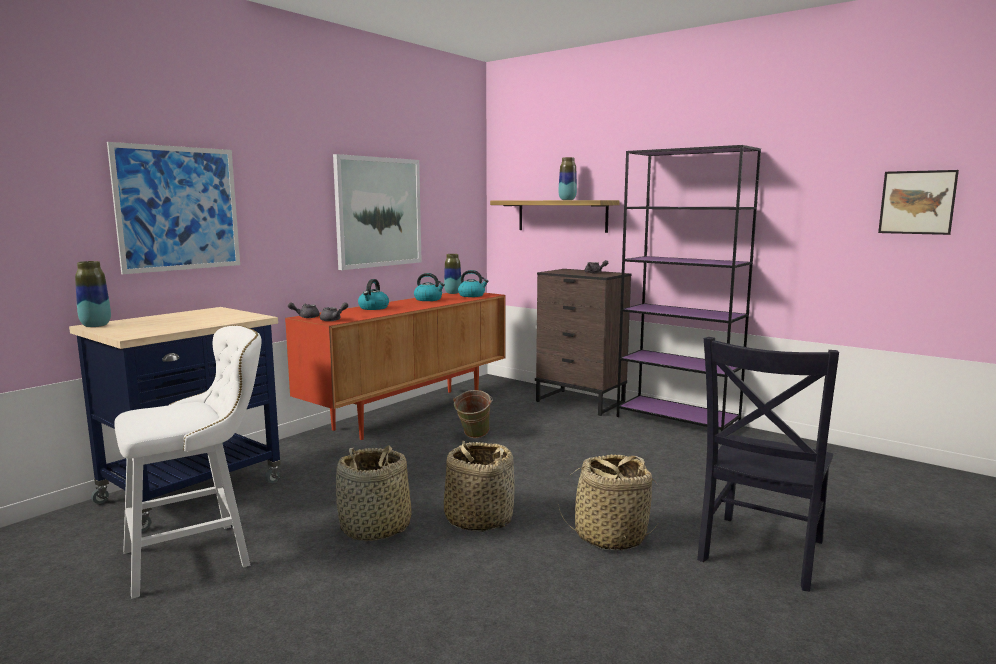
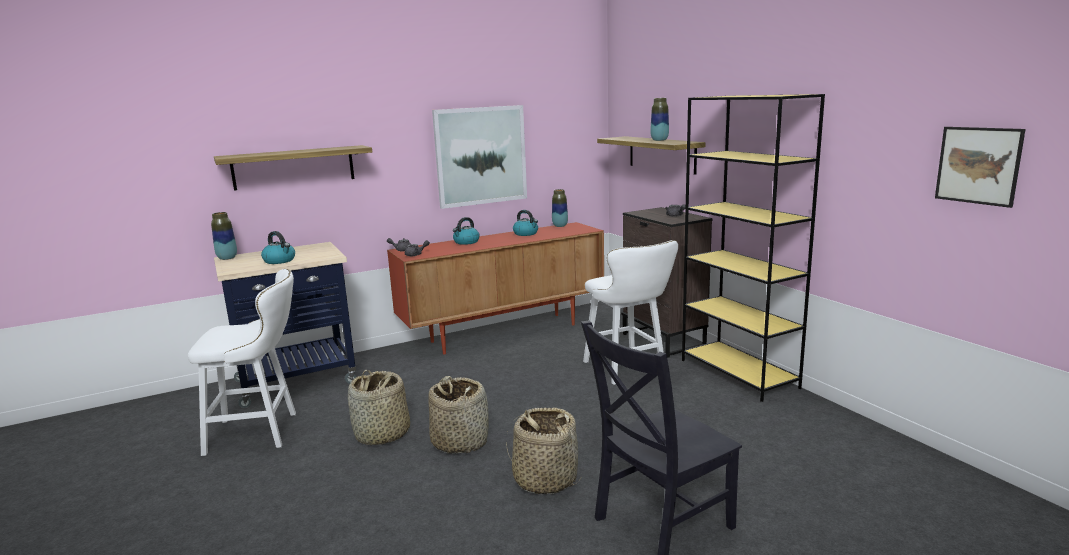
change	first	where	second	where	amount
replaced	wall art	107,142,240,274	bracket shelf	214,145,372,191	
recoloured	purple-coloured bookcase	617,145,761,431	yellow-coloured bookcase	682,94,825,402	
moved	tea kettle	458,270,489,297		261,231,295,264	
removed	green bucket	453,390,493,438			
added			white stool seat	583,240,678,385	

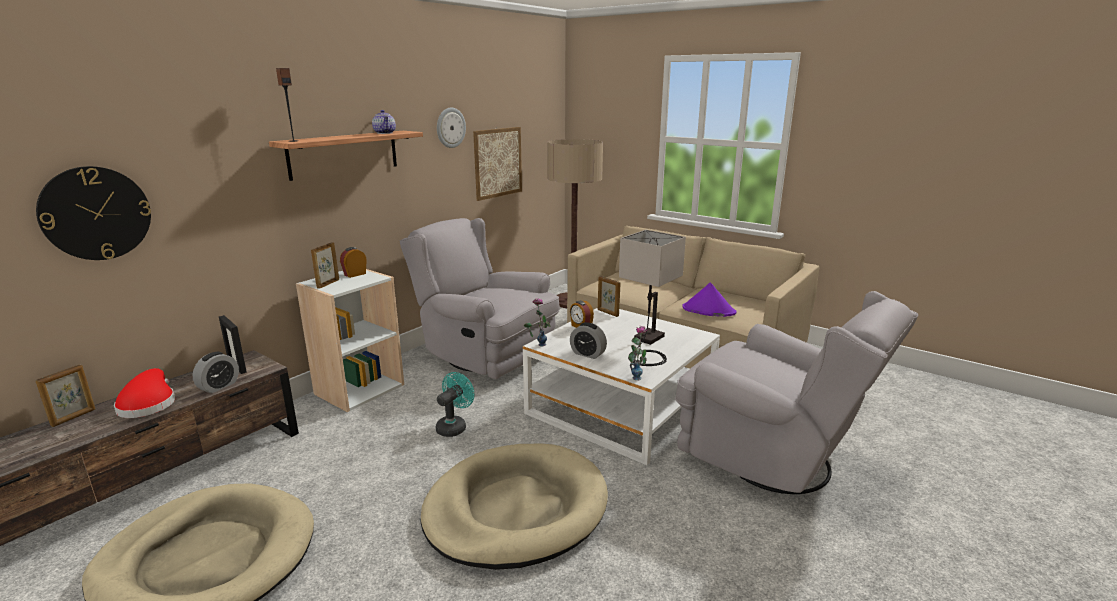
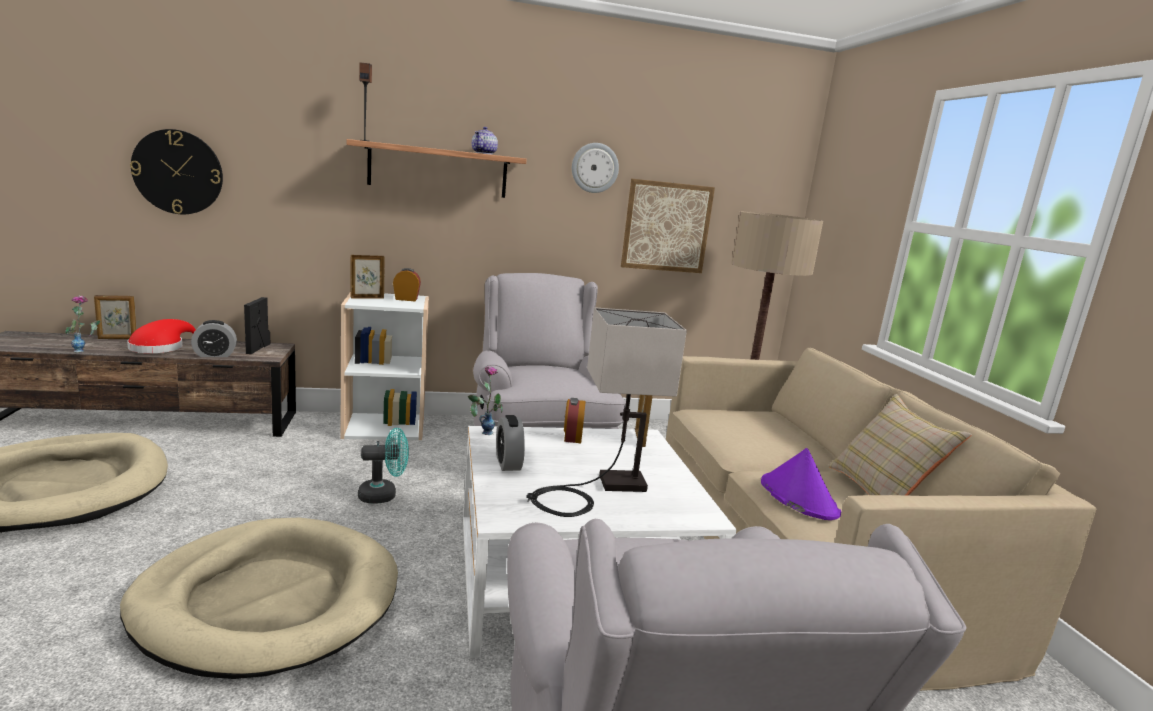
change	first	where	second	where	amount
moved	decorative vase	629,326,647,380		65,296,101,353	
added			beige-coloured pillow	828,394,972,496	

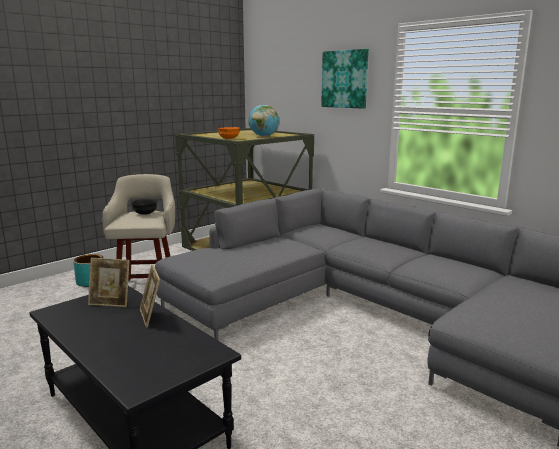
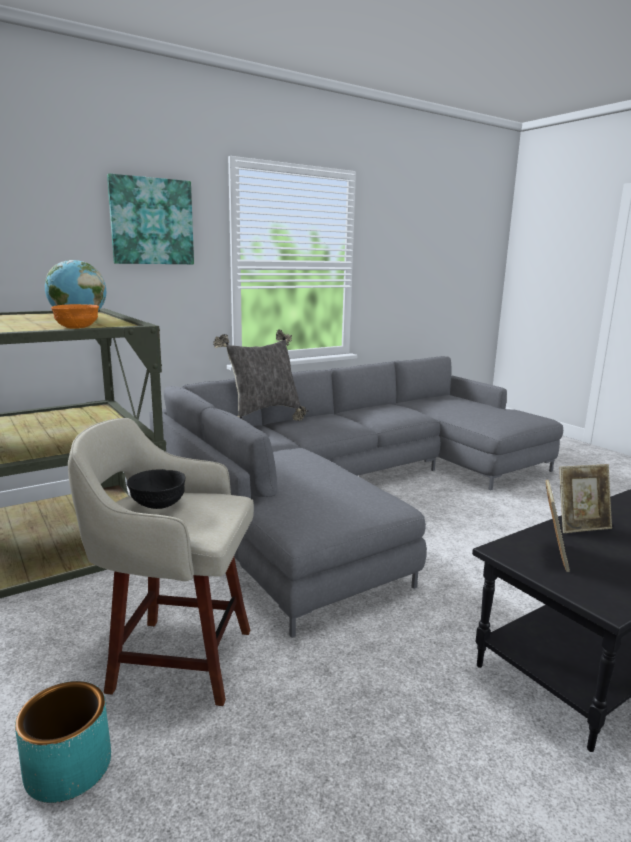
change	first	where	second	where	amount
added			pillow	213,330,307,421	

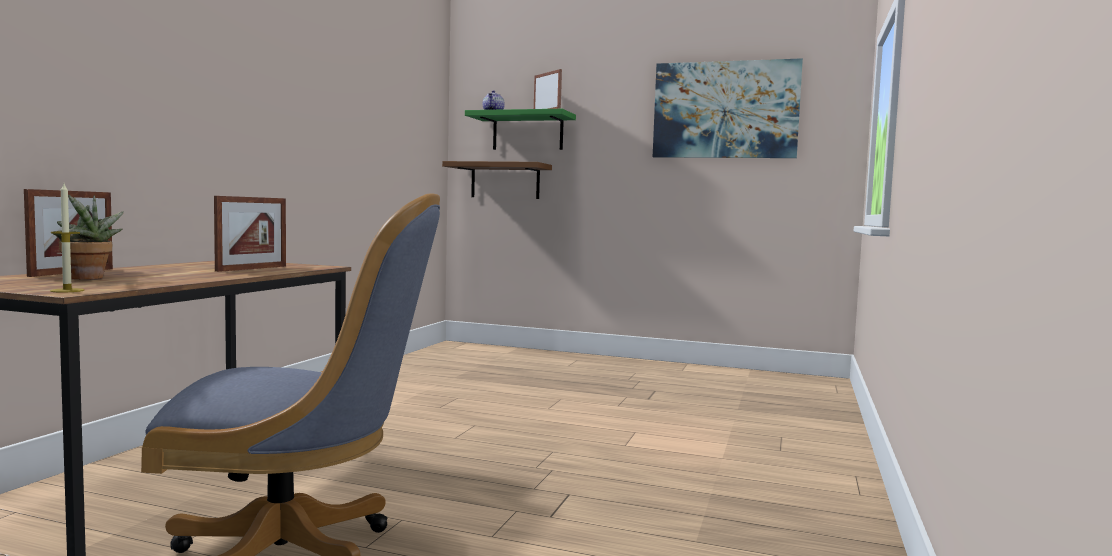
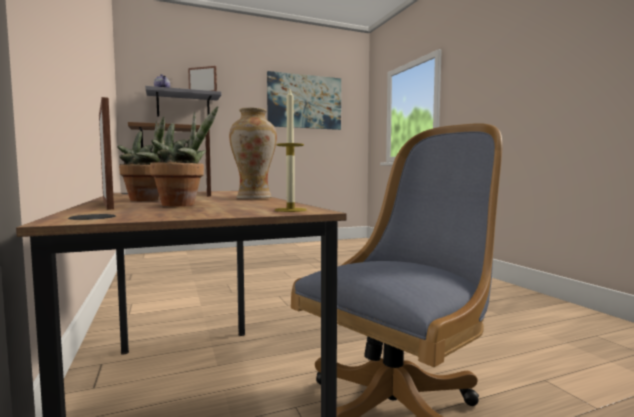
change	first	where	second	where	amount
recoloured	green bracket shelf	465,109,576,150	grey bracket shelf	145,86,221,116	
added			decorative vase	229,108,277,199	
added			potted plant	117,116,165,201	

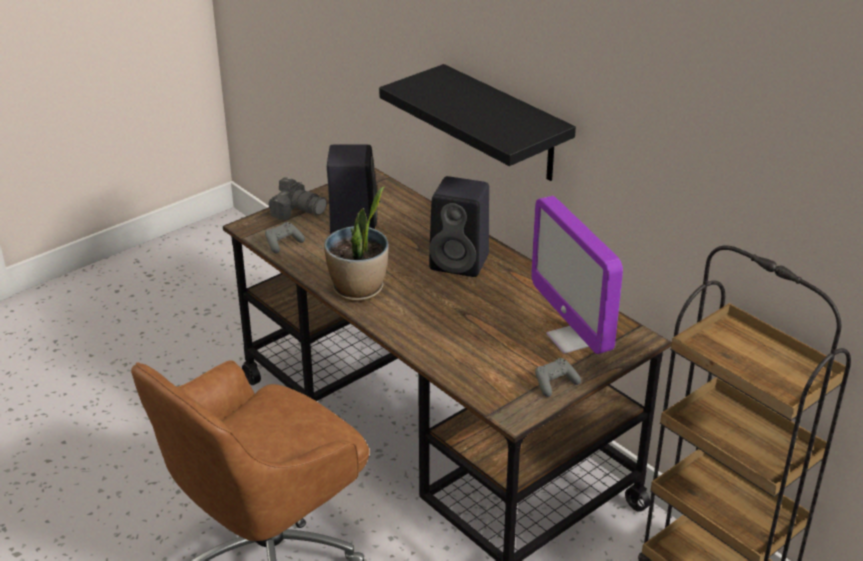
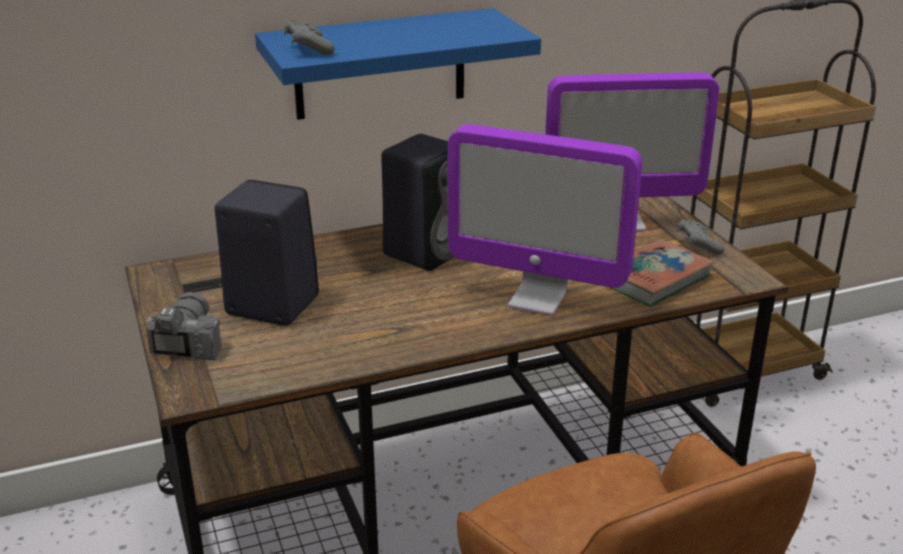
change	first	where	second	where	amount
recoloured	blackish bracket shelf	379,64,576,181	blue bracket shelf	255,8,541,120	
turned	photo camera	268,177,327,220		146,292,221,360	45 degrees counterclockwise
removed	potted plant	324,186,389,302			
moved	grey joypad	265,222,305,254		284,20,335,55	
added			monitor	448,124,642,316	
added			bound book	609,239,714,307	

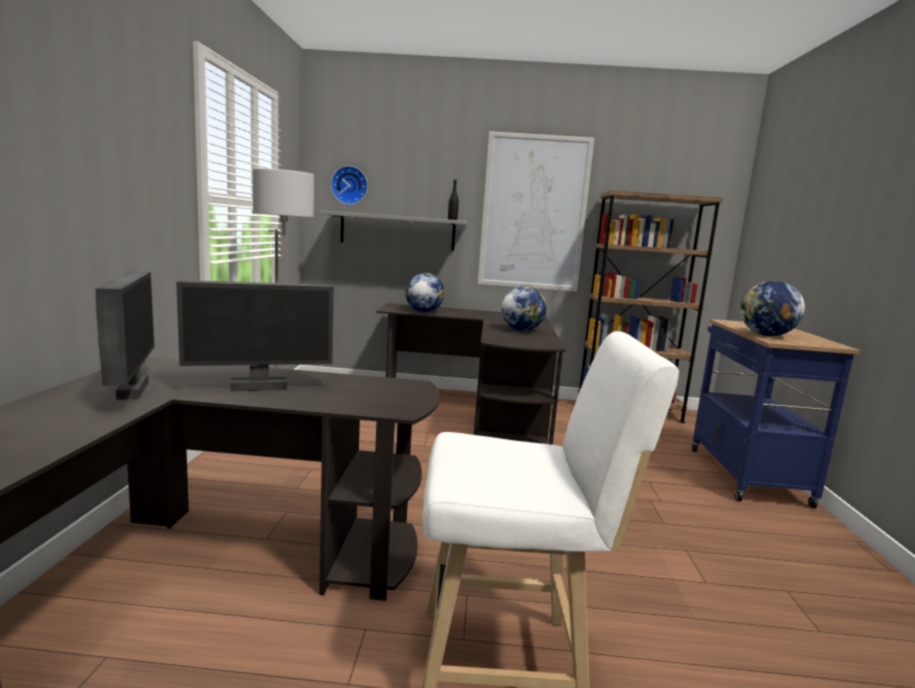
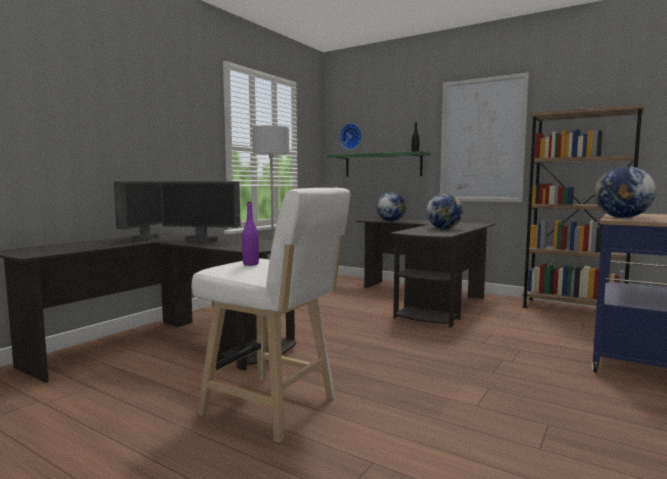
change	first	where	second	where	amount
recoloured	grey bracket shelf	320,211,467,250	green bracket shelf	327,151,431,177	
added			purple-coloured drink bottle	242,202,259,266	

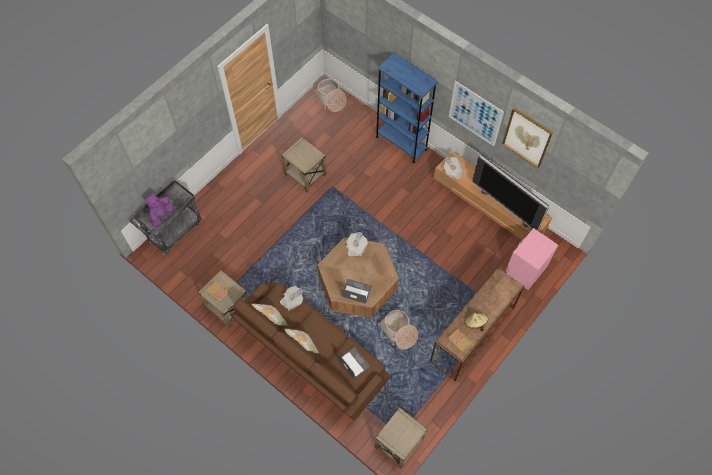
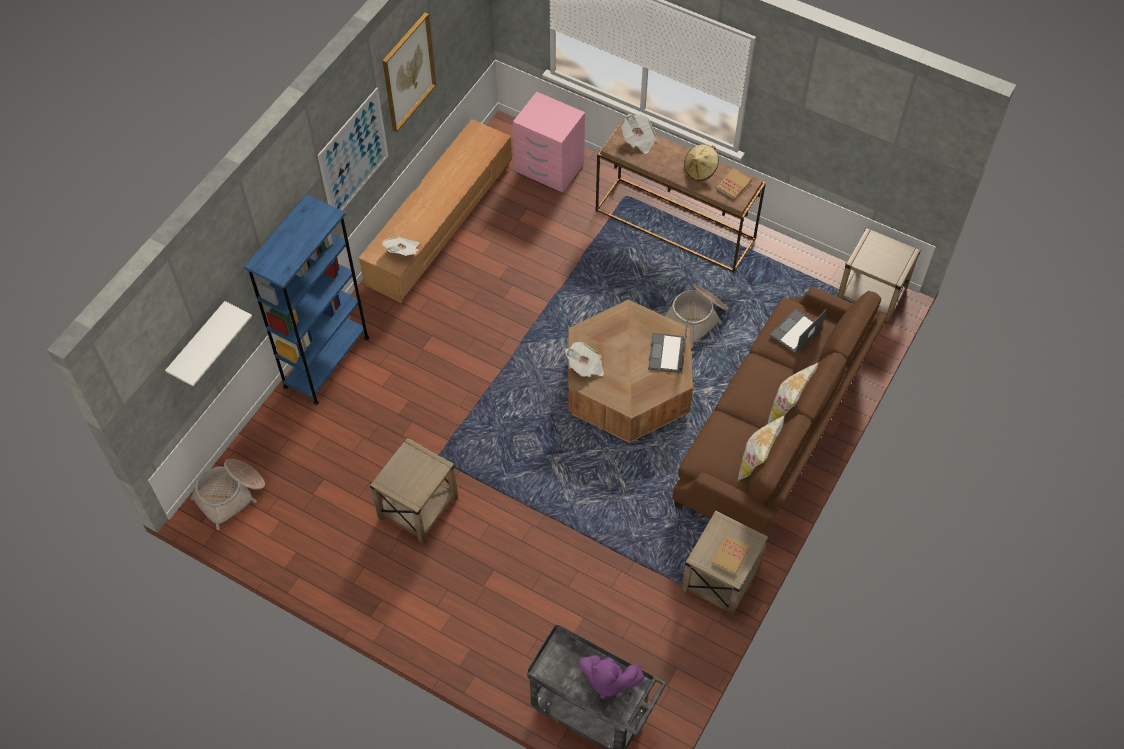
change	first	where	second	where	amount
removed	TV set	472,154,549,230			
moved	daily paper	280,286,303,310		621,114,657,154	
added			white bracket shelf	165,301,252,386	

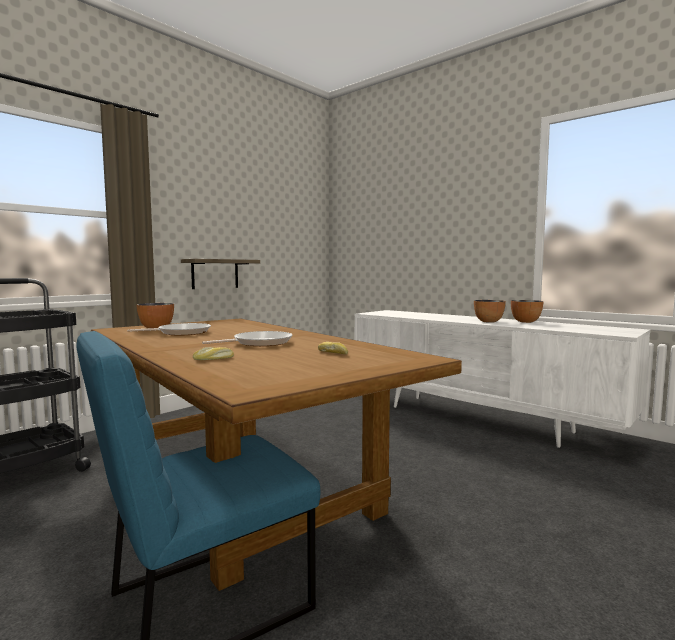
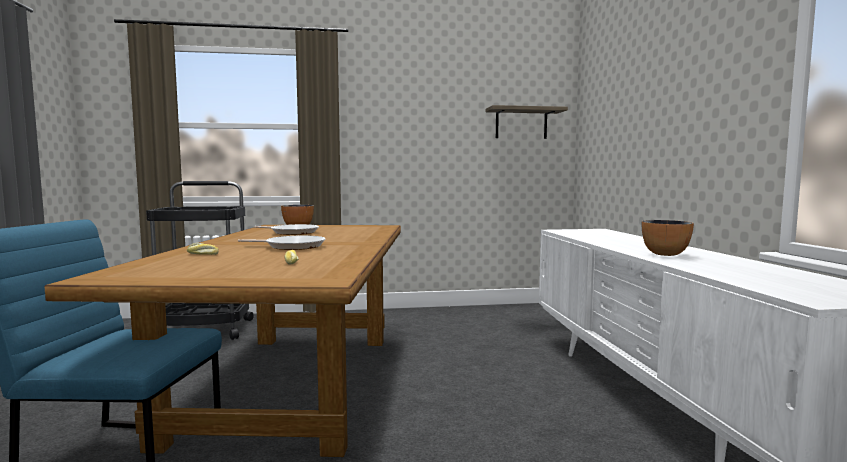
change	first	where	second	where	amount
moved	bracket shelf	181,259,260,289		486,105,568,139	
removed	serving bowl	511,300,544,323			

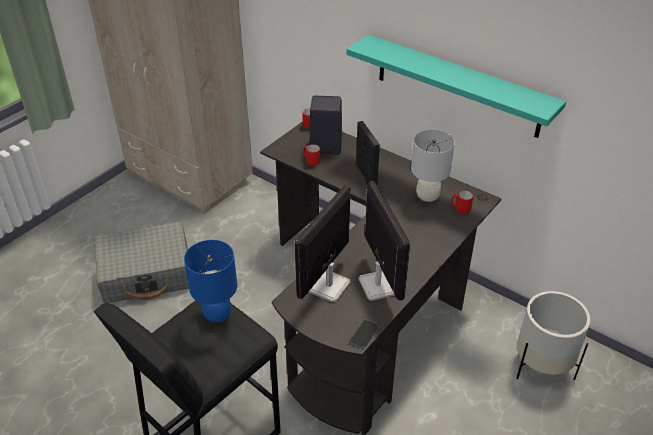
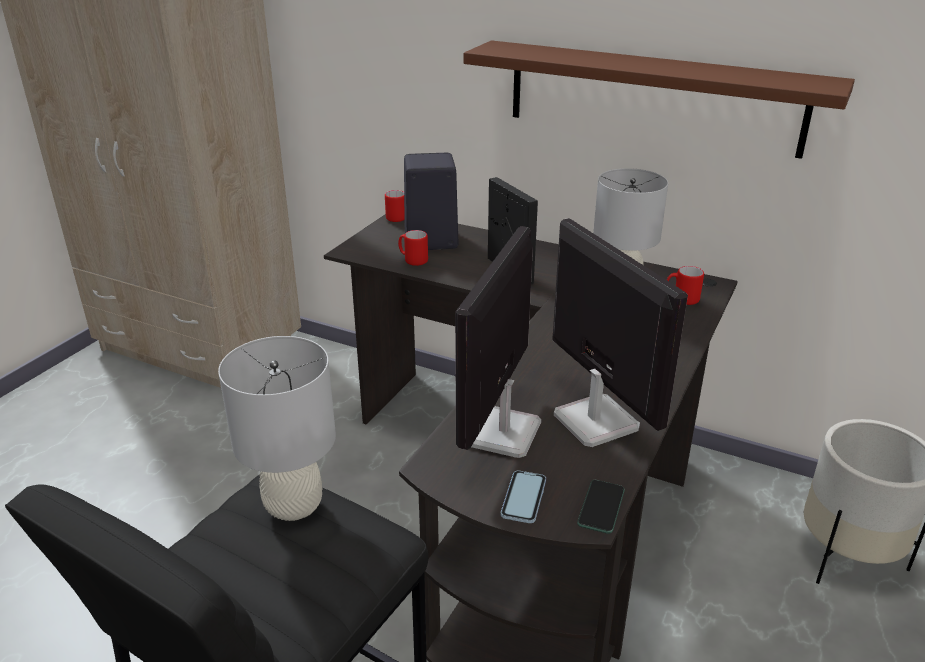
change	first	where	second	where	amount
recoloured	turquoise bracket shelf	346,35,566,138	brownish bracket shelf	464,40,855,159	
removed	grey travel case	94,222,189,303			
recoloured	blue tabletop lamp	184,240,237,323	grey tabletop lamp	218,336,336,521	
added			phone	501,470,546,523	

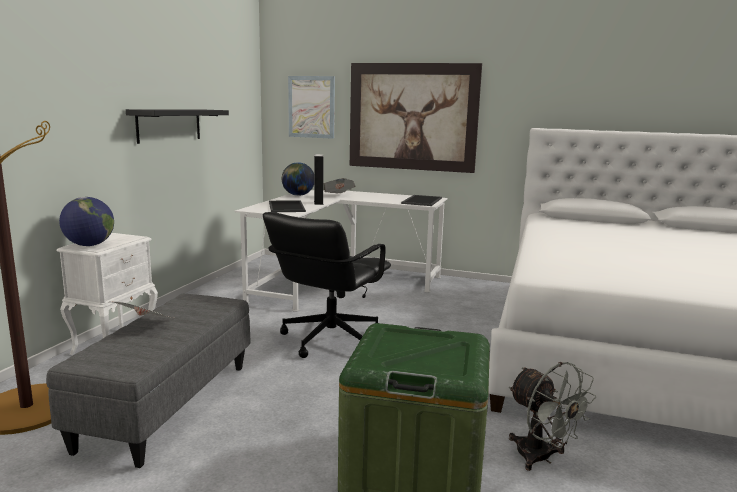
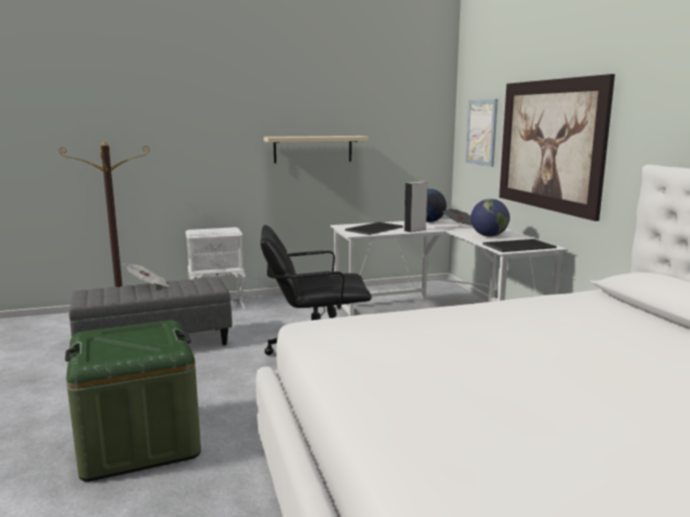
change	first	where	second	where	amount
recoloured	blackish bracket shelf	126,109,229,144	beige-coloured bracket shelf	264,136,368,163	
moved	globe	59,197,114,246		471,199,510,237	
removed	grey electric fan	509,362,596,471			

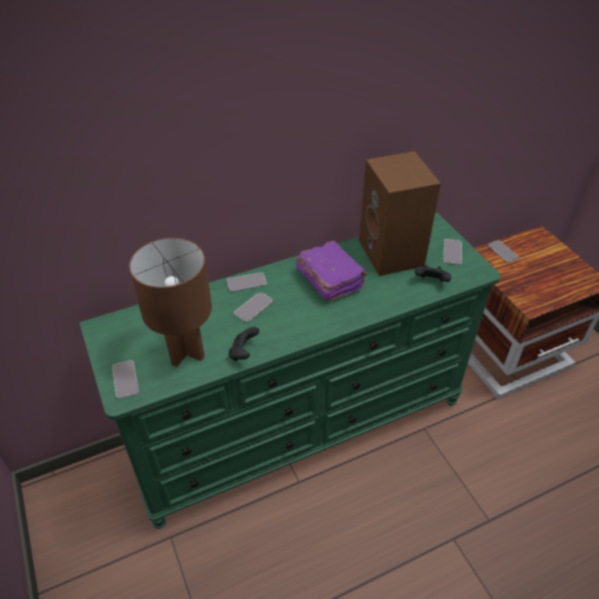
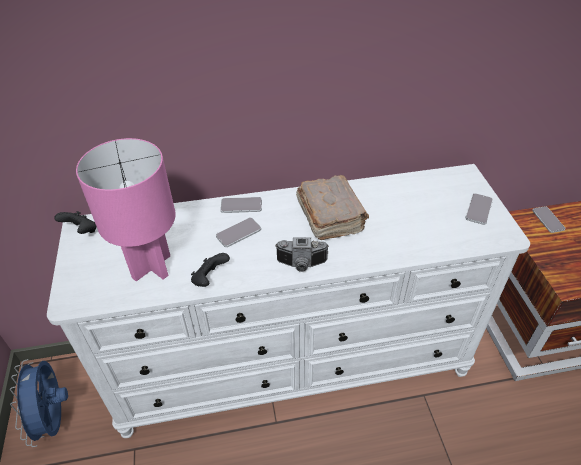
change	first	where	second	where	amount
removed	brownish audio speaker	359,151,441,276			
recoloured	green chest of drawers	79,213,500,529	white chest of drawers	47,164,530,438	
recoloured	brownish tabletop lamp	129,238,212,367	pink-coloured tabletop lamp	76,138,176,281	
recoloured	purple-coloured bound book	296,241,368,301	brownish bound book	296,175,369,240	
moved	blackish joypad	415,265,451,282		54,211,97,234	
removed	phone	112,360,139,399			
added			photo camera	275,237,329,272	
added			blue electric fan	10,359,68,447	

